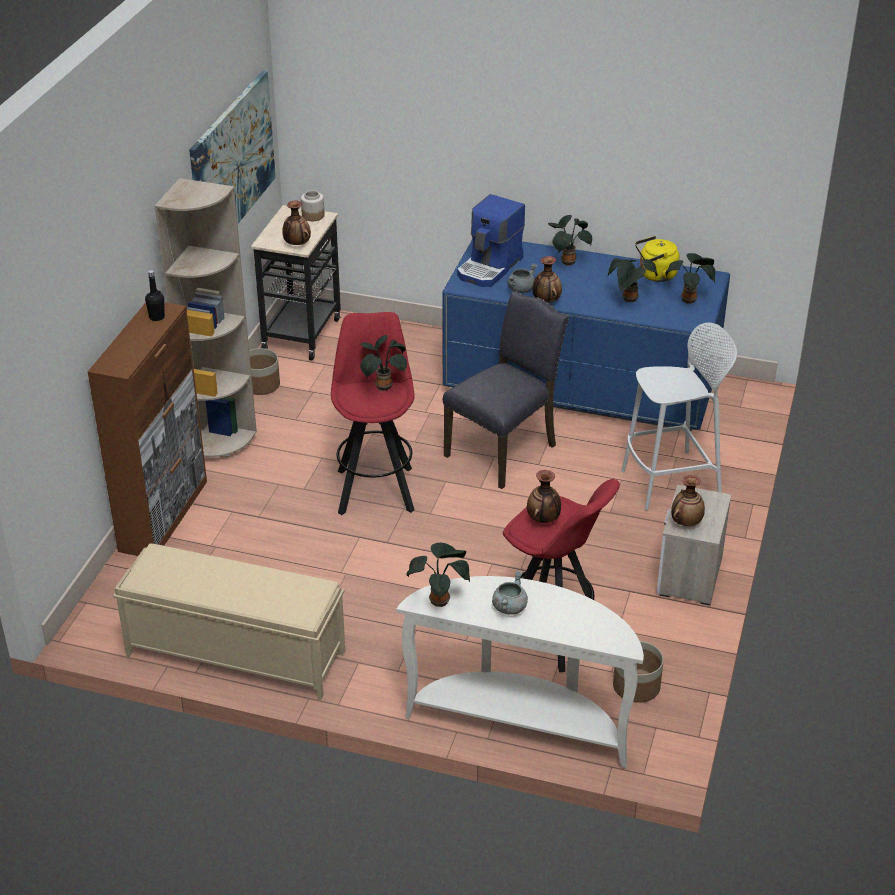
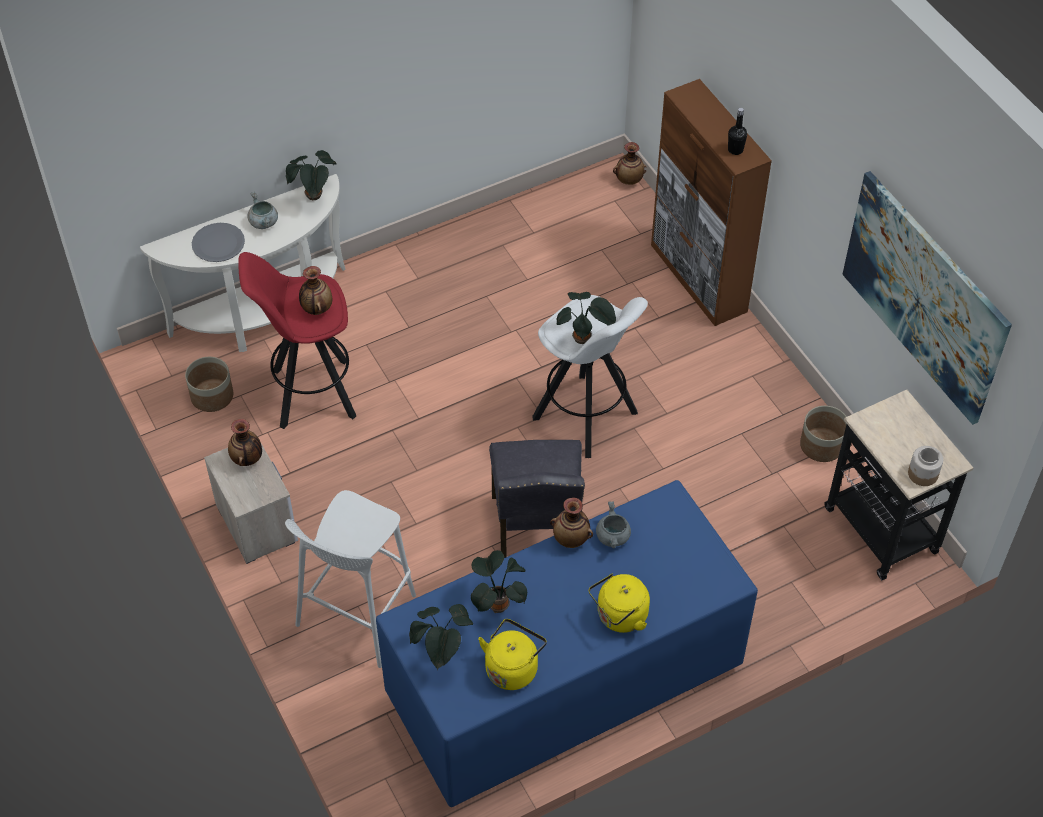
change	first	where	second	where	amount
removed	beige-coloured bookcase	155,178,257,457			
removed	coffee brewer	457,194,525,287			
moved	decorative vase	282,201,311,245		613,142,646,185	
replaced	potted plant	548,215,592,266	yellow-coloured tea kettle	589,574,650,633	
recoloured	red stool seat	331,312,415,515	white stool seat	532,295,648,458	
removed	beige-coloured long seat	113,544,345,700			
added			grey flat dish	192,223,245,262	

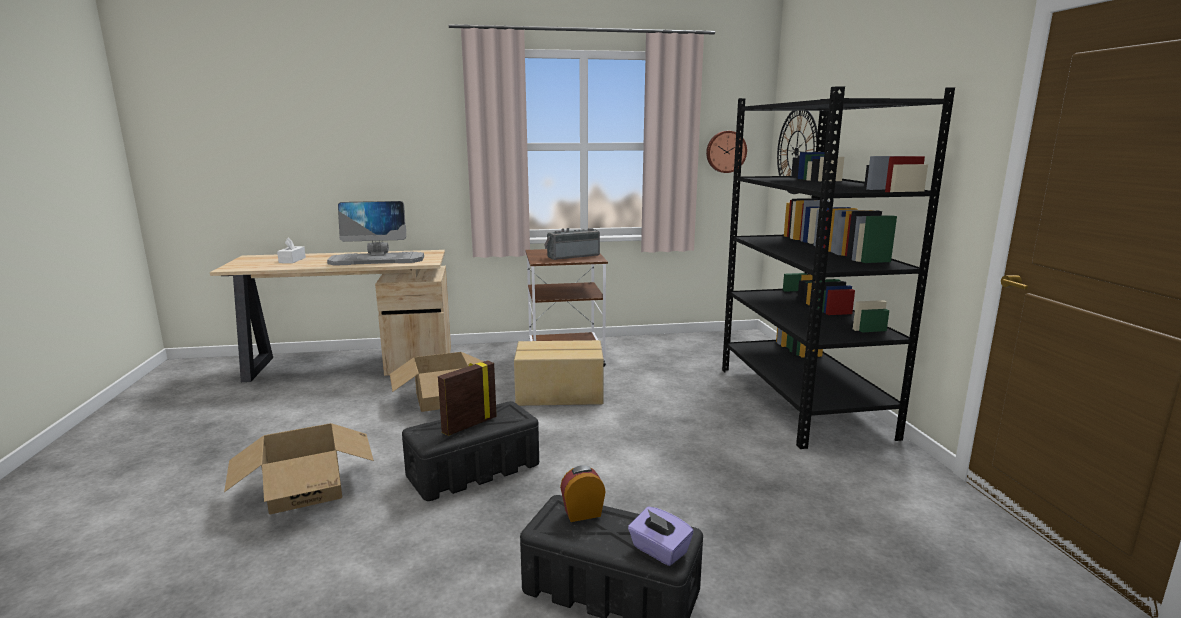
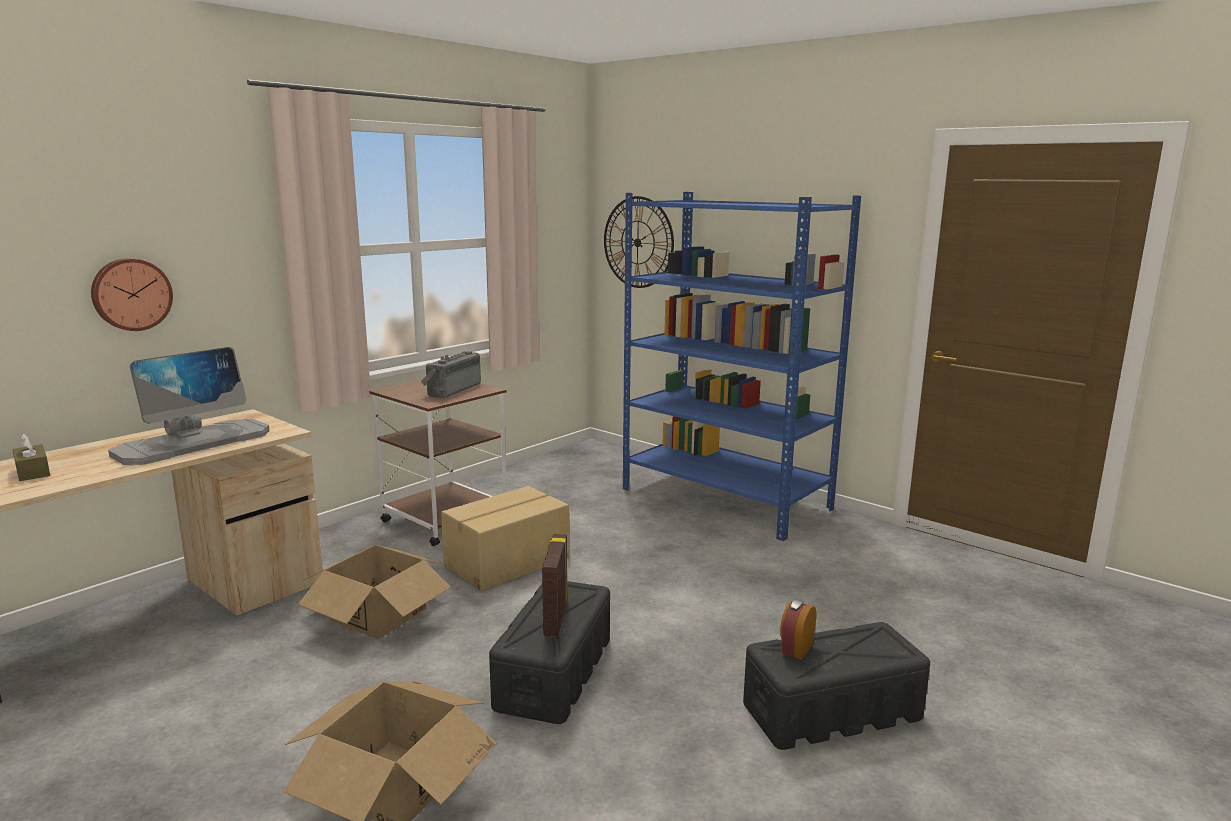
change	first	where	second	where	amount
recoloured	blackish bookcase	722,86,955,449	blue bookcase	623,192,861,541	
moved	hanging clock	706,131,747,173		91,258,173,331	
recoloured	white box of tissues	277,237,306,263	brownish box of tissues	12,434,50,481	
removed	purple-coloured box of tissues	628,507,694,566			

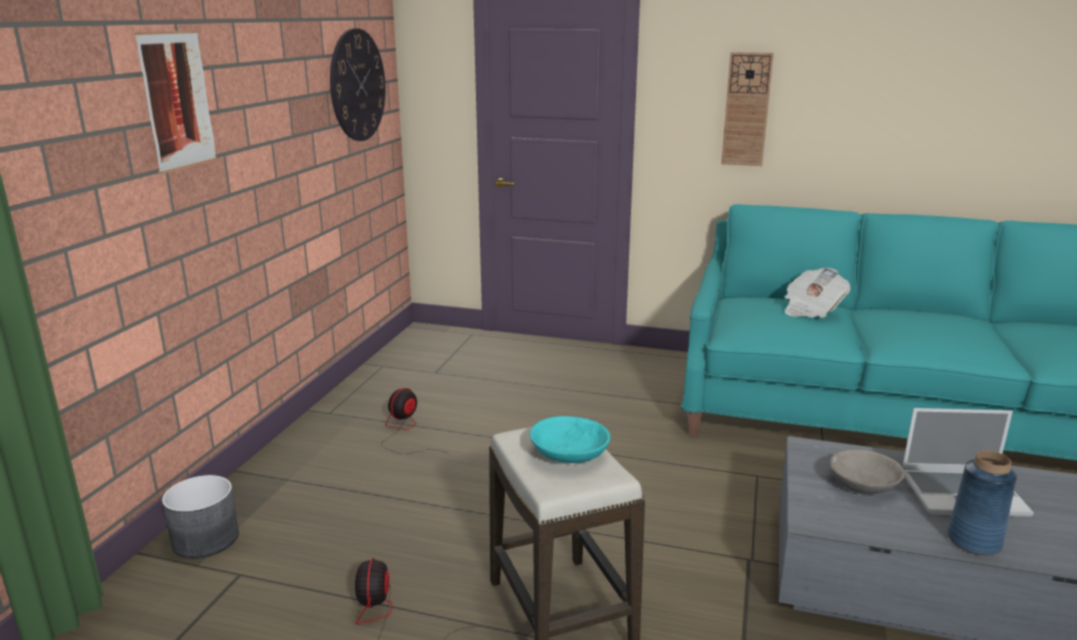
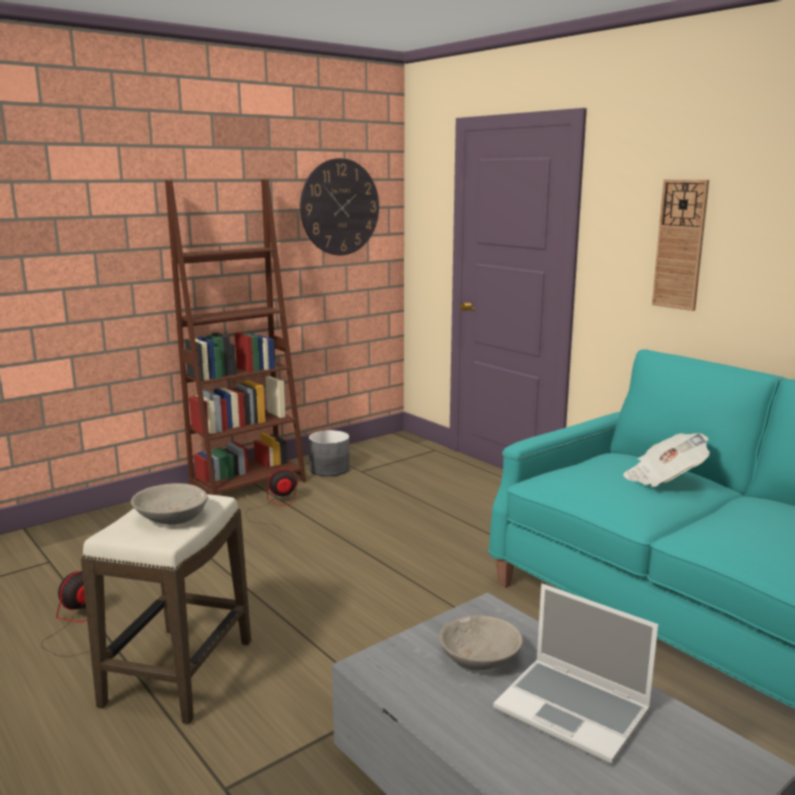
change	first	where	second	where	amount
removed	wall art	134,30,217,174			
recoloured	turquoise serving bowl	530,416,610,463	grey serving bowl	131,483,208,525	
removed	blue decorative vase	947,450,1017,556			
moved	grey flower pot	162,475,239,559		309,430,350,477	
added			brownish bookcase	165,180,306,495	

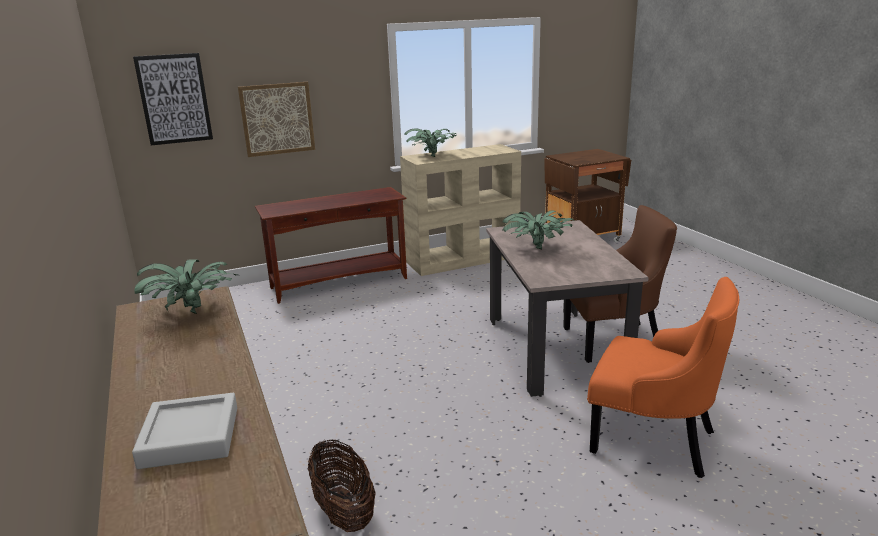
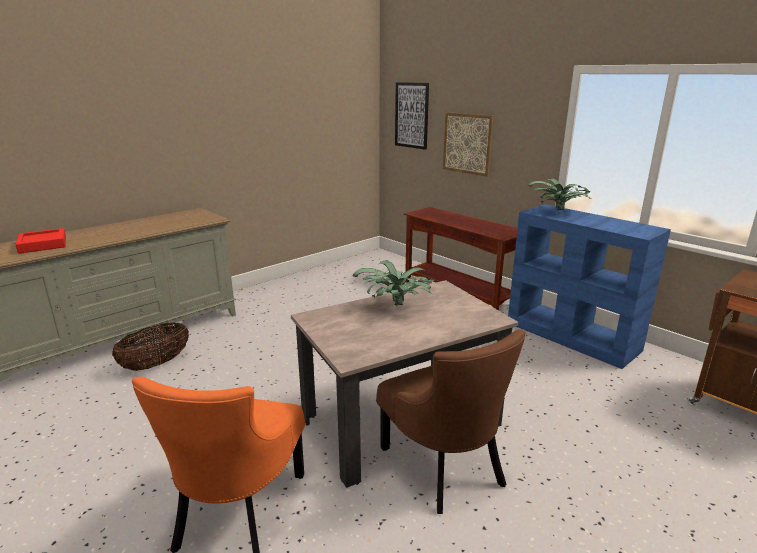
change	first	where	second	where	amount
recoloured	beige-coloured bookcase	400,144,521,276	blue bookcase	508,204,671,369	
removed	potted plant	134,260,237,314			
recoloured	grey carrying tray	132,393,237,469	red carrying tray	15,228,66,254	

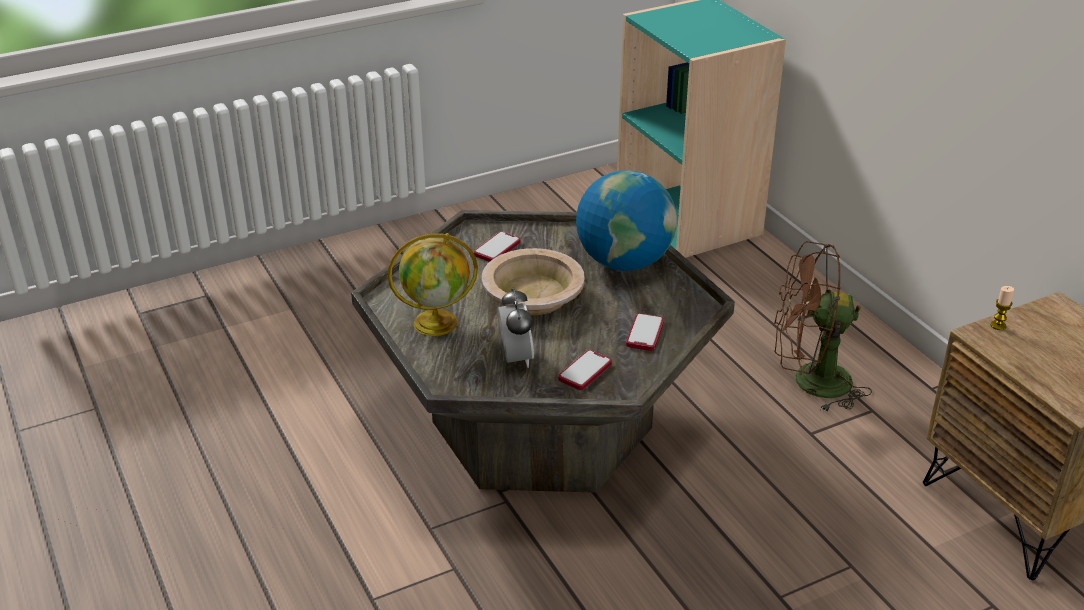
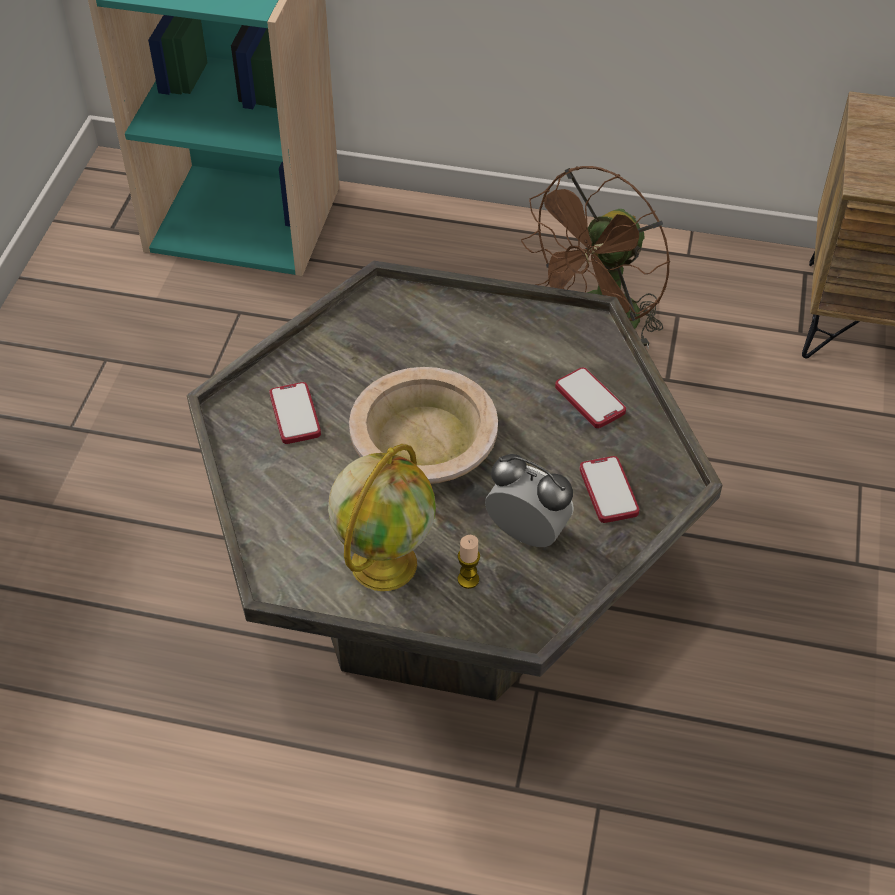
change	first	where	second	where	amount
removed	globe	576,171,677,271			
moved	wax candle	991,286,1014,330		458,535,480,589	

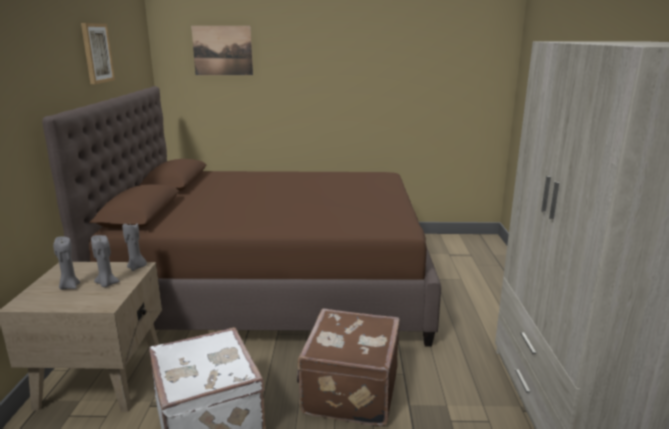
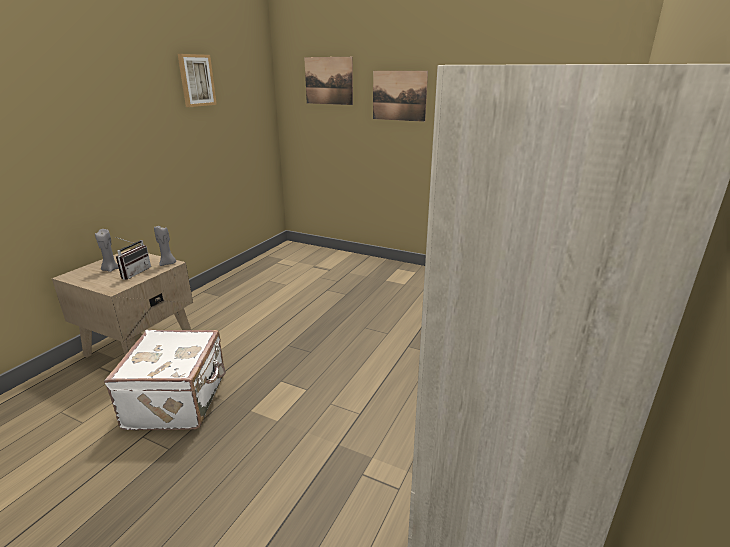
change	first	where	second	where	amount
removed	brownish sleeping bed	42,86,441,347			
replaced	grey wax candle	91,235,120,287	radio receiver	115,237,151,280	
removed	brownish travel case	297,309,400,426			
added			wall art	373,71,428,122	

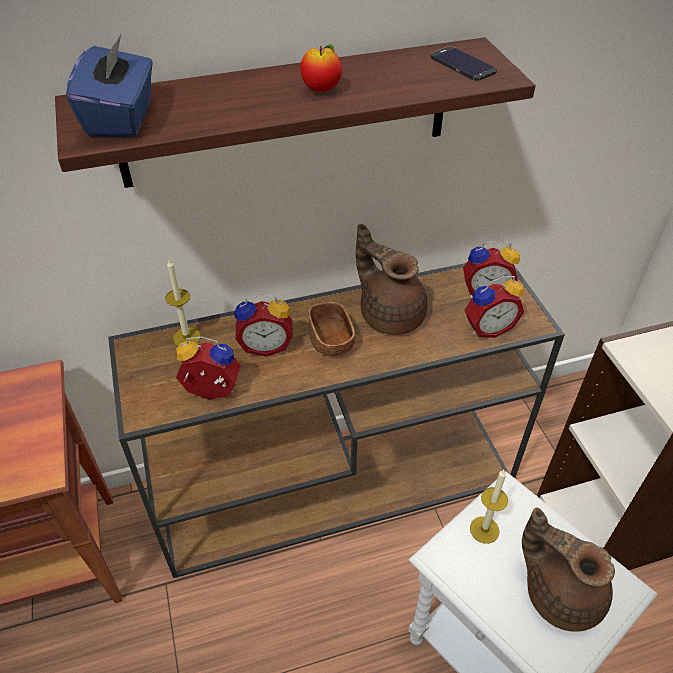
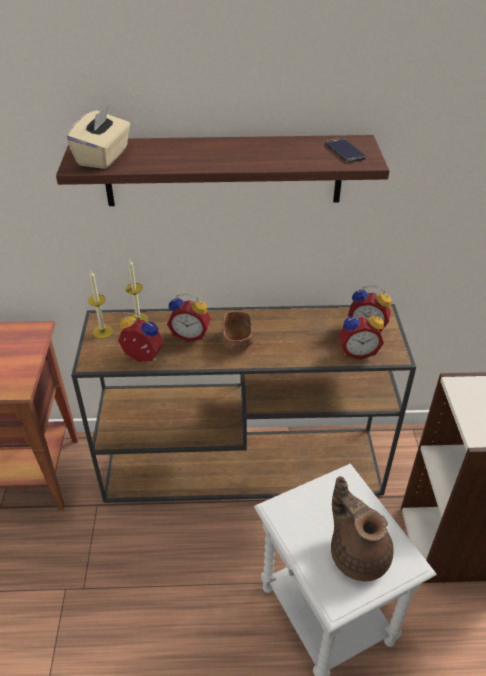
change	first	where	second	where	amount
recoloured	blue box of tissues	66,35,153,137	beige-coloured box of tissues	67,104,130,169	
removed	apple fruit	300,44,342,92			
removed	brownish tea pot	356,224,428,335			
moved	wax candle	470,470,508,544		88,271,113,339	

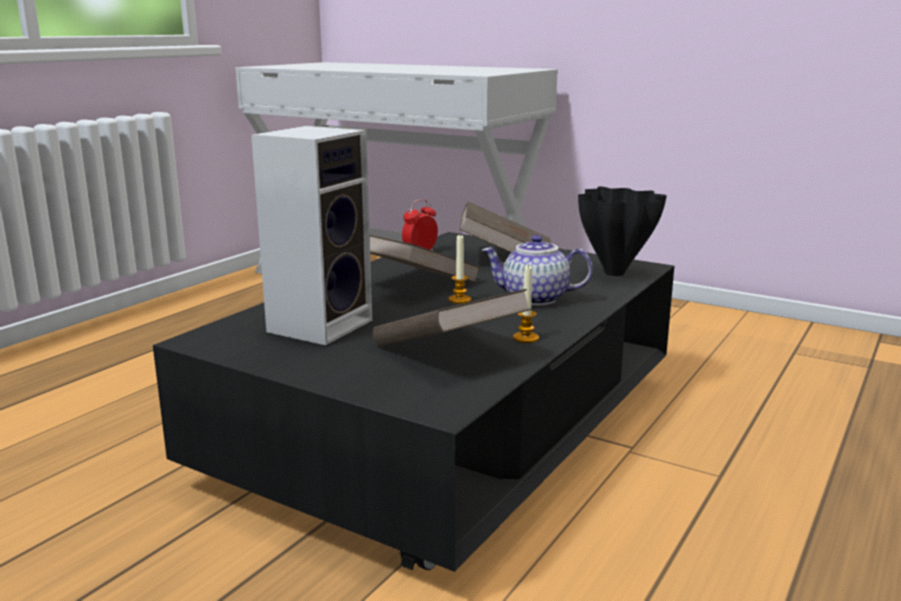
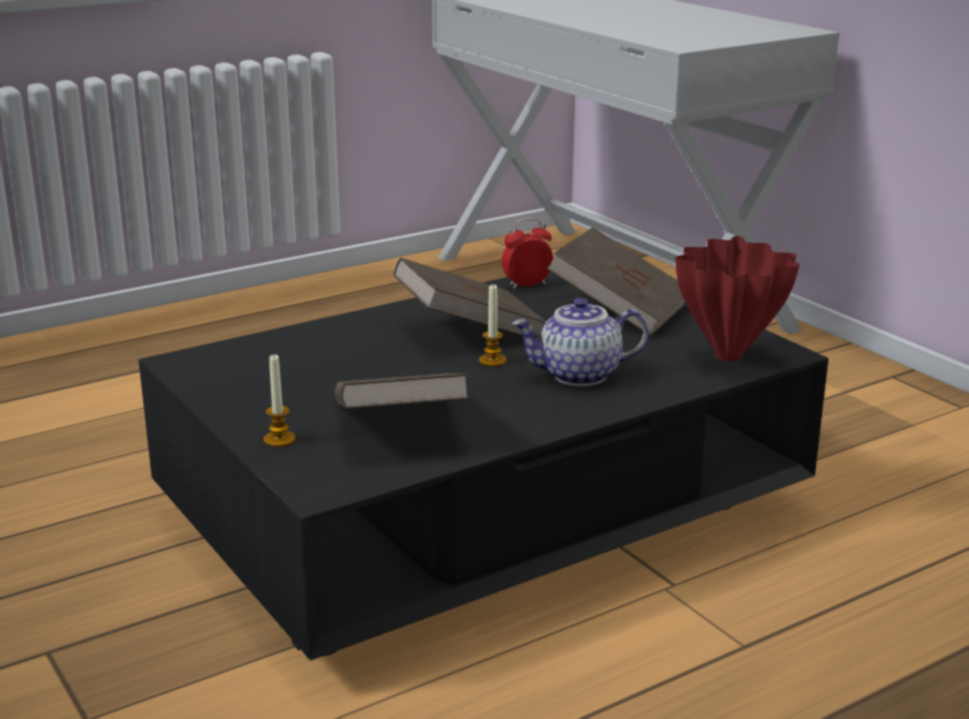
change	first	where	second	where	amount
removed	audio speaker	251,126,372,345			
recoloured	blackish decorative vase	578,186,667,276	red decorative vase	675,236,800,361	
turned	tea pot	481,235,593,306		512,298,648,386	45 degrees counterclockwise
moved	wax candle	513,264,539,343		263,355,296,447	

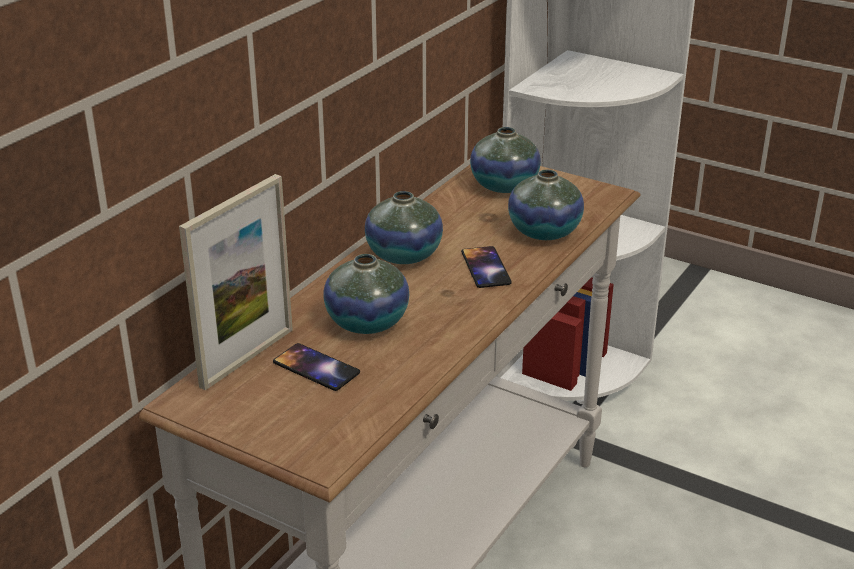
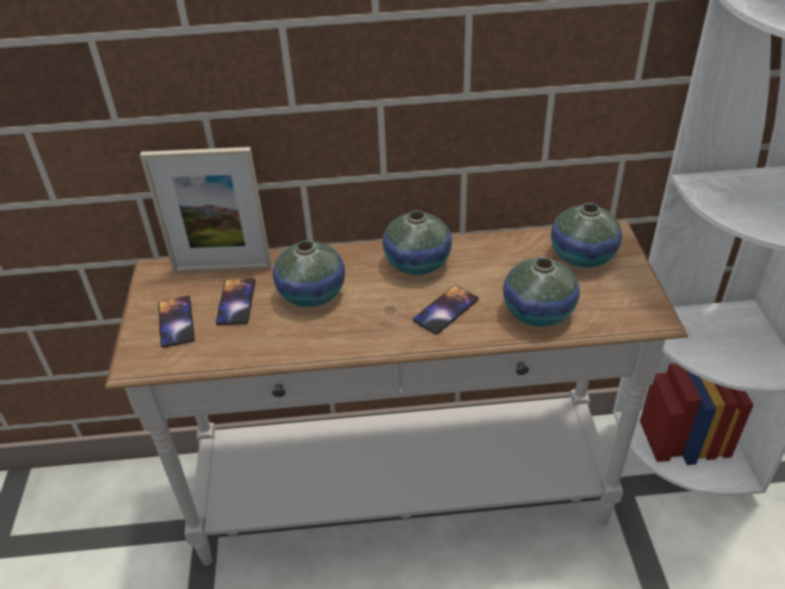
change	first	where	second	where	amount
added			phone	158,296,195,348	

